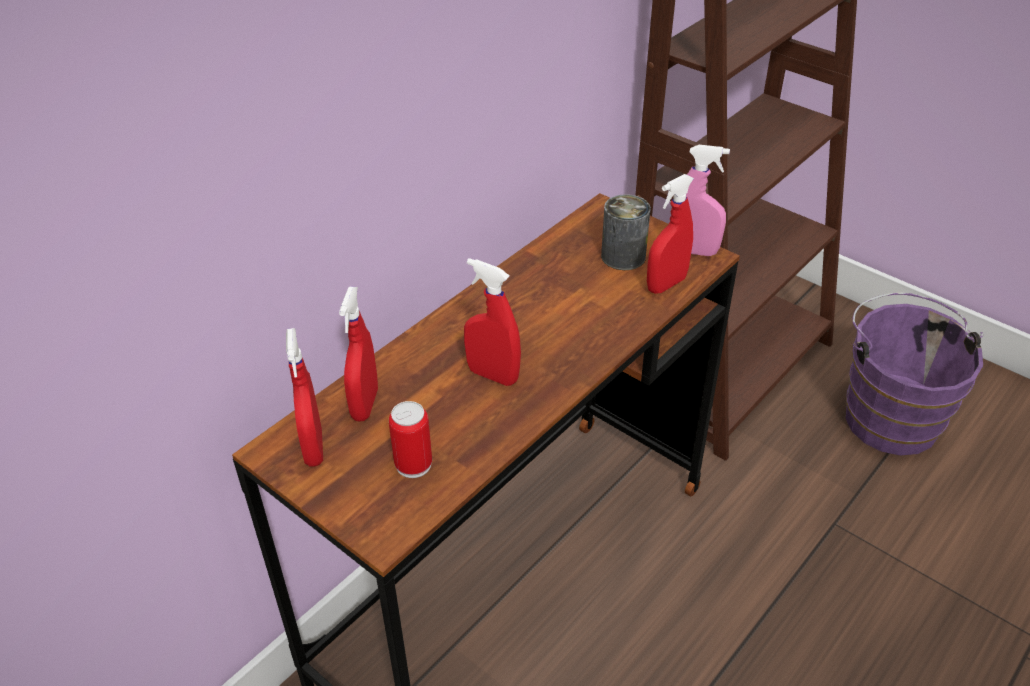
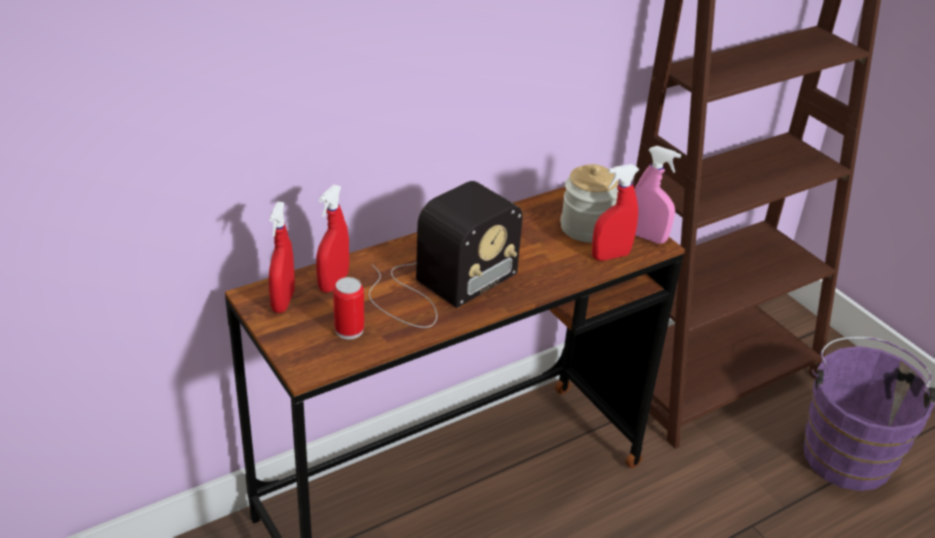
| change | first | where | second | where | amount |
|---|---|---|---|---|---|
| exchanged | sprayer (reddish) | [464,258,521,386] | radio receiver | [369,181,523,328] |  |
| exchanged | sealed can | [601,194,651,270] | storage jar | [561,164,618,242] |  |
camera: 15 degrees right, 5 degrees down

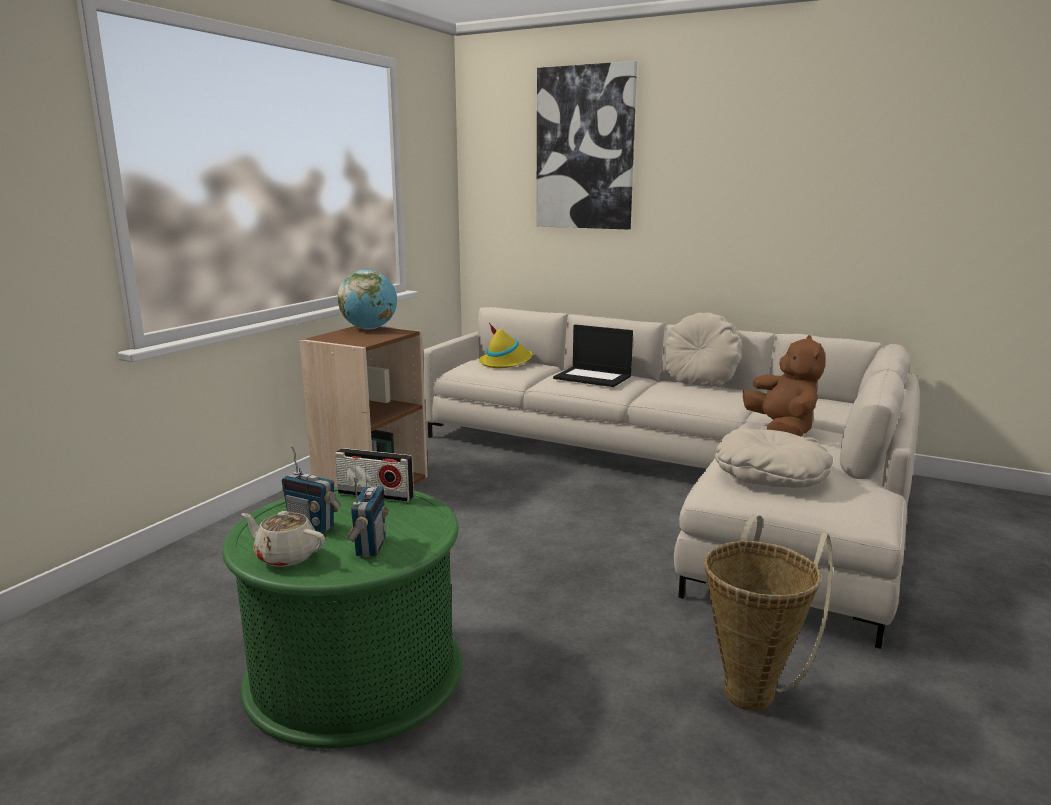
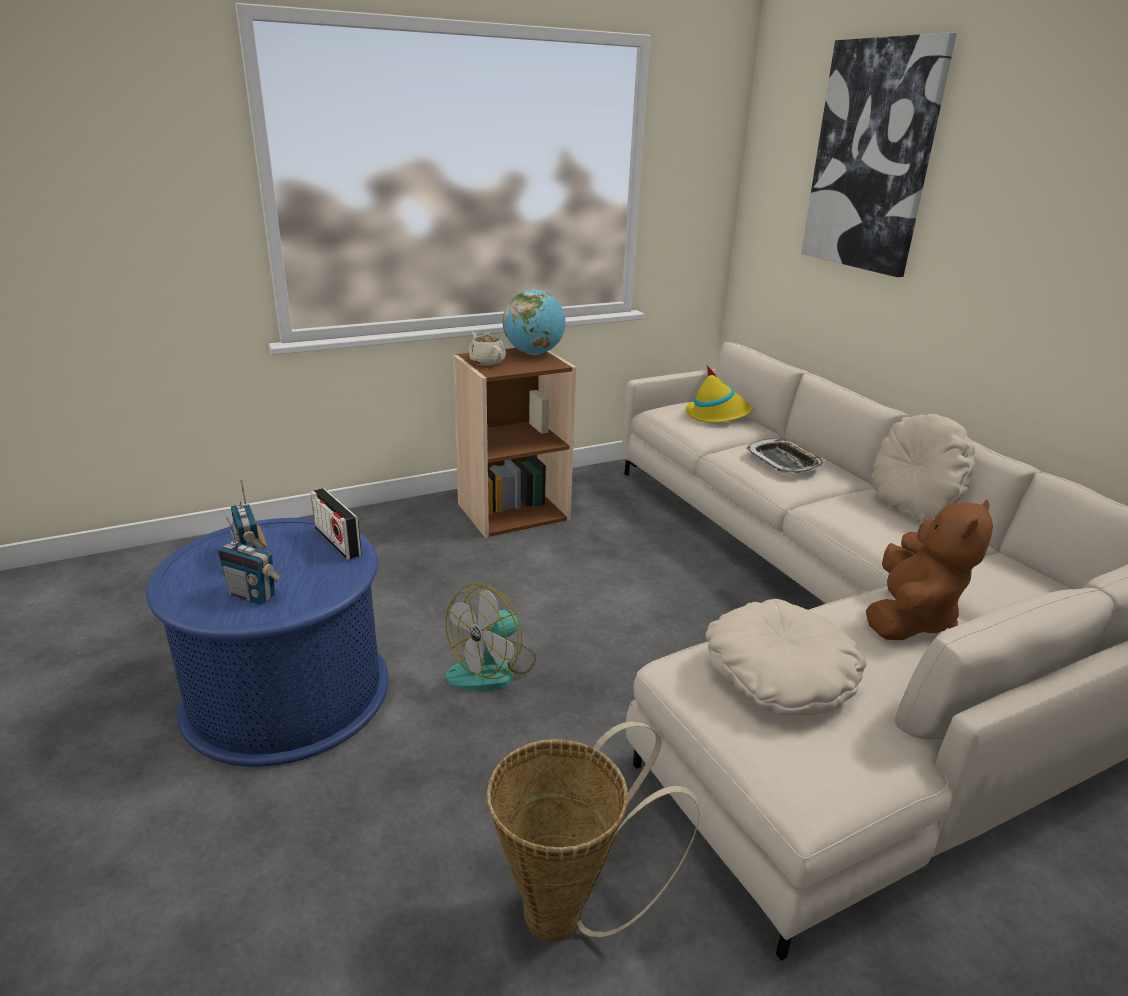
| change | first | where | second | where | amount |
|---|---|---|---|---|---|
| colour | lounge table (green-coloured) | [222,487,462,749] | lounge table (blue-coloured) | [146,518,389,767] |  |
| spun | radio receiver | [346,476,388,557] |  | [218,517,281,605] | 75 degrees clockwise |
| appeared |  |  | fan | [445,583,536,691] |  |
| relocated | pot for tea (beige-coloured) | [241,511,325,567] |  | [468,332,506,366] |  |
| exchanged | notebook computer | [553,324,633,387] | carrying tray | [746,438,825,474] |  |
camera: 35 degrees right, 10 degrees up

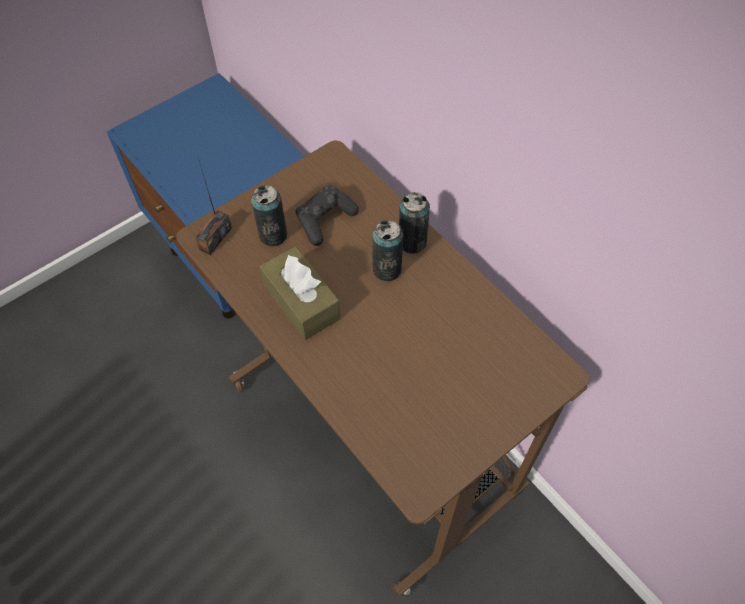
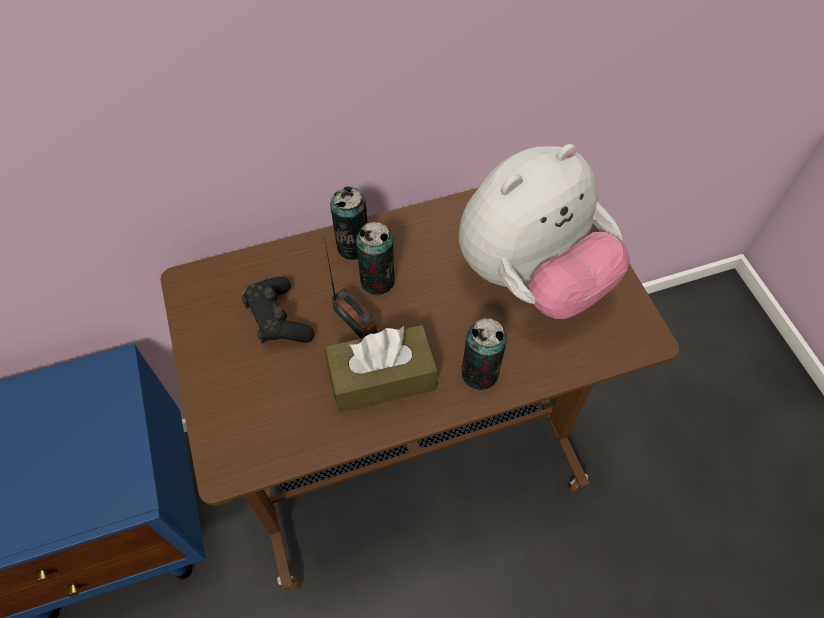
| change | first | where | second | where | amount |
|---|---|---|---|---|---|
| relocated | radio receiver | [195,158,232,255] |  | [324,236,377,338] |  |
| appeared |  |  | cuddly toy | [459,144,630,319] |  |
| relocated | sealed can | [251,185,287,246] |  | [462,318,507,390] |  |
camera: 70 degrees left, 0 degrees up

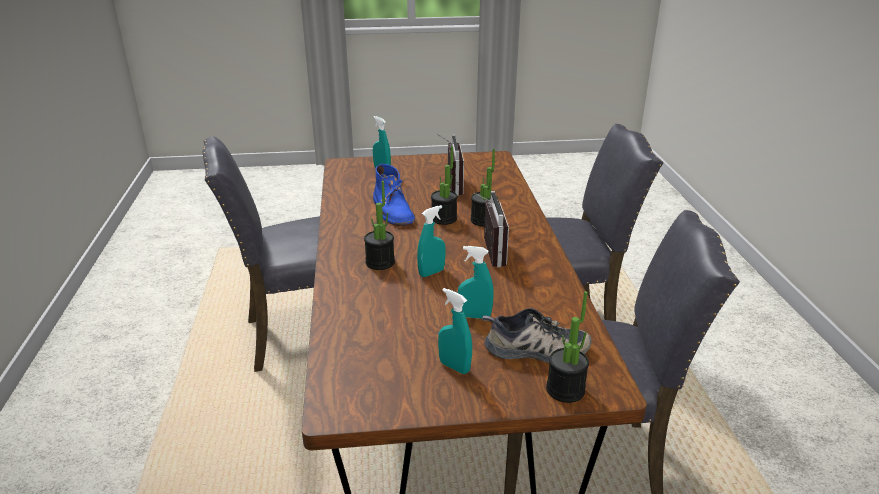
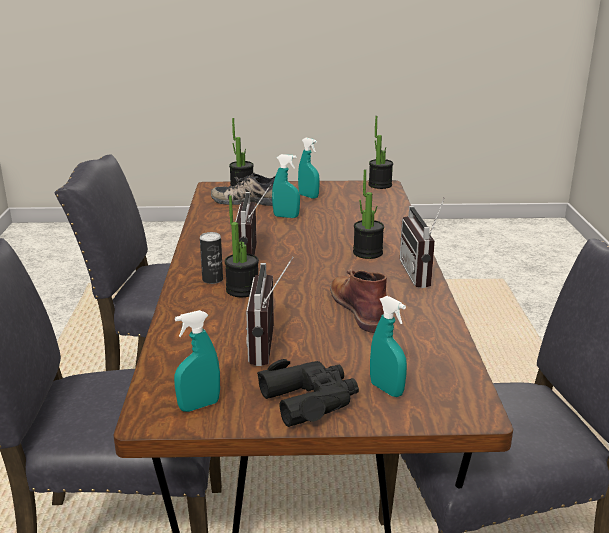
| change | first | where | second | where | amount |
|---|---|---|---|---|---|
| relocated | sprayer (blue-green) | [417,205,446,277] |  | [174,310,220,412] |  |
| appeared |  |  | sealed can | [200,232,223,284] |  |
| appeared |  |  | pair of binoculars (black) | [257,359,359,427] |  |
| colour | boot (blue-coloured) | [373,164,415,226] | boot (brown-coloured) | [330,269,387,333] |  |
| relocated | plant in a pot | [431,146,457,225] |  | [368,116,393,189] |  |
| appeared |  |  | radio receiver | [400,197,445,288] |  |
camera: 175 degrees left, 5 degrees down

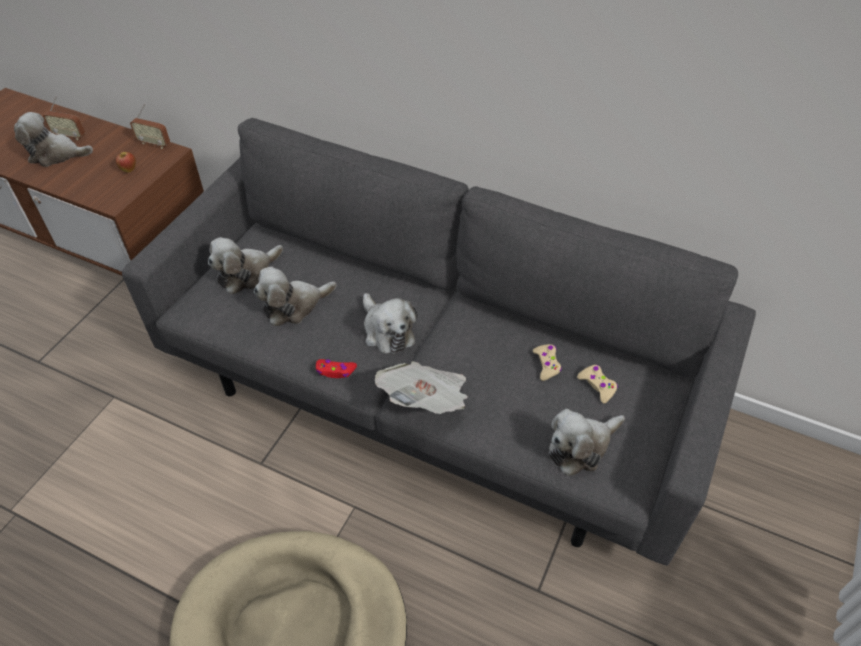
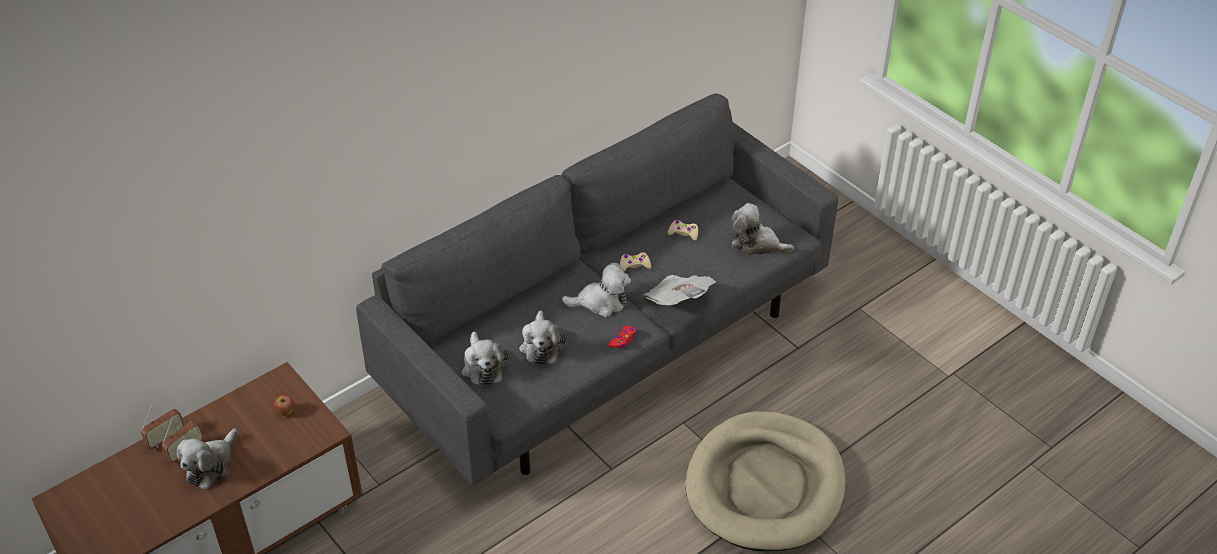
| change | first | where | second | where | amount |
|---|---|---|---|---|---|
| relocated | radio receiver | [130,103,170,149] |  | [141,403,185,449] |  |
| relocated | joypad (beige-coloured) | [577,365,618,403] |  | [620,252,651,272] |  |
| spun | cuddly toy | [548,409,625,476] |  | [732,203,794,255] | 120 degrees clockwise |
camera: 65 degrees left, 5 degrees down

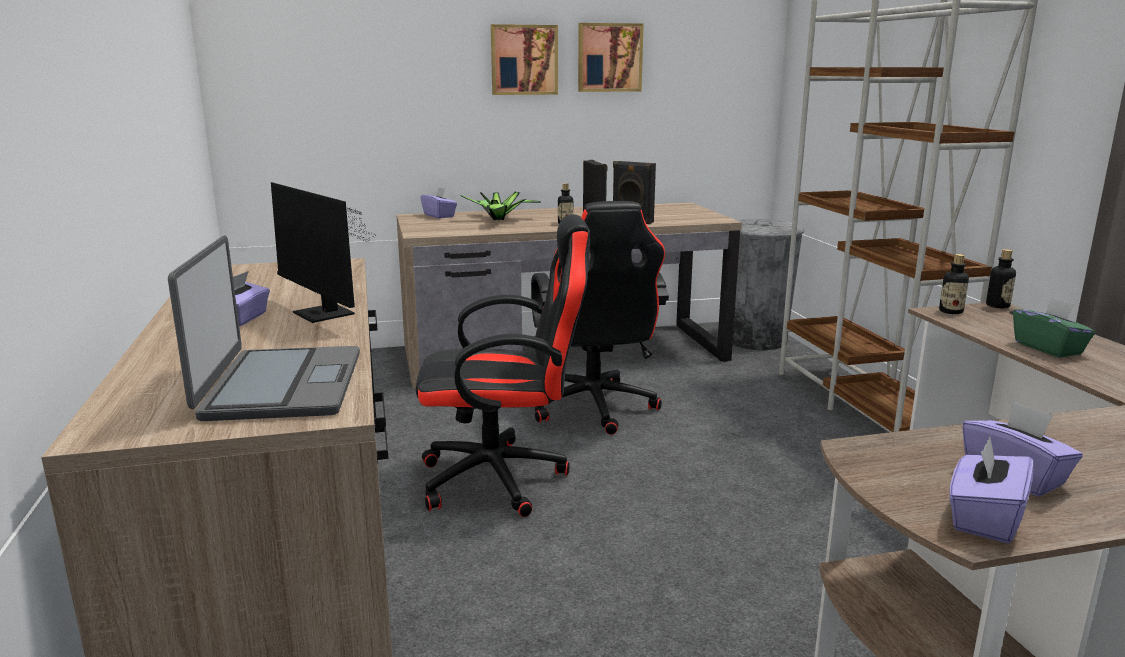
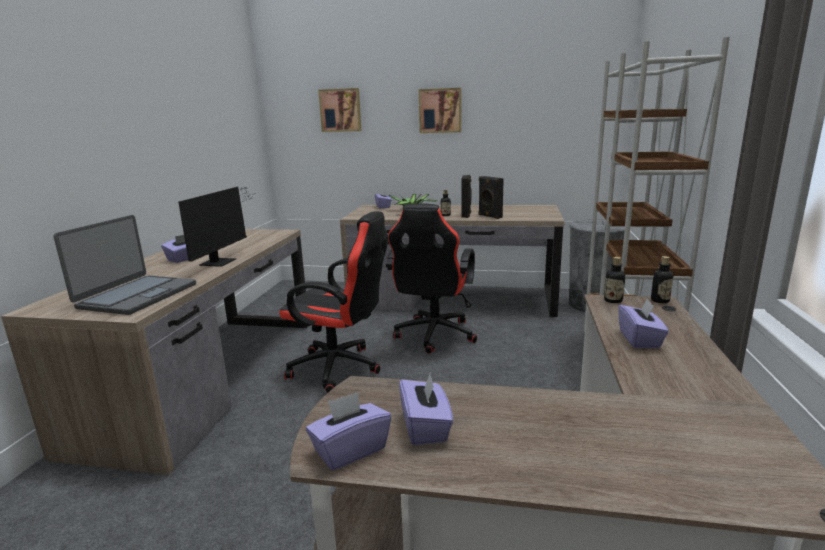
| change | first | where | second | where | amount |
|---|---|---|---|---|---|
| spun | computer screen | [271,182,376,323] |  | [178,187,255,267] | 150 degrees counterclockwise |
| relocated | wall art | [578,23,644,92] |  | [318,88,361,132] |  |
| colour | tissue holder (green-coloured) | [1013,297,1096,358] | tissue holder (purple-coloured) | [618,299,669,348] |  |
camera: 25 degrees right, 0 degrees up

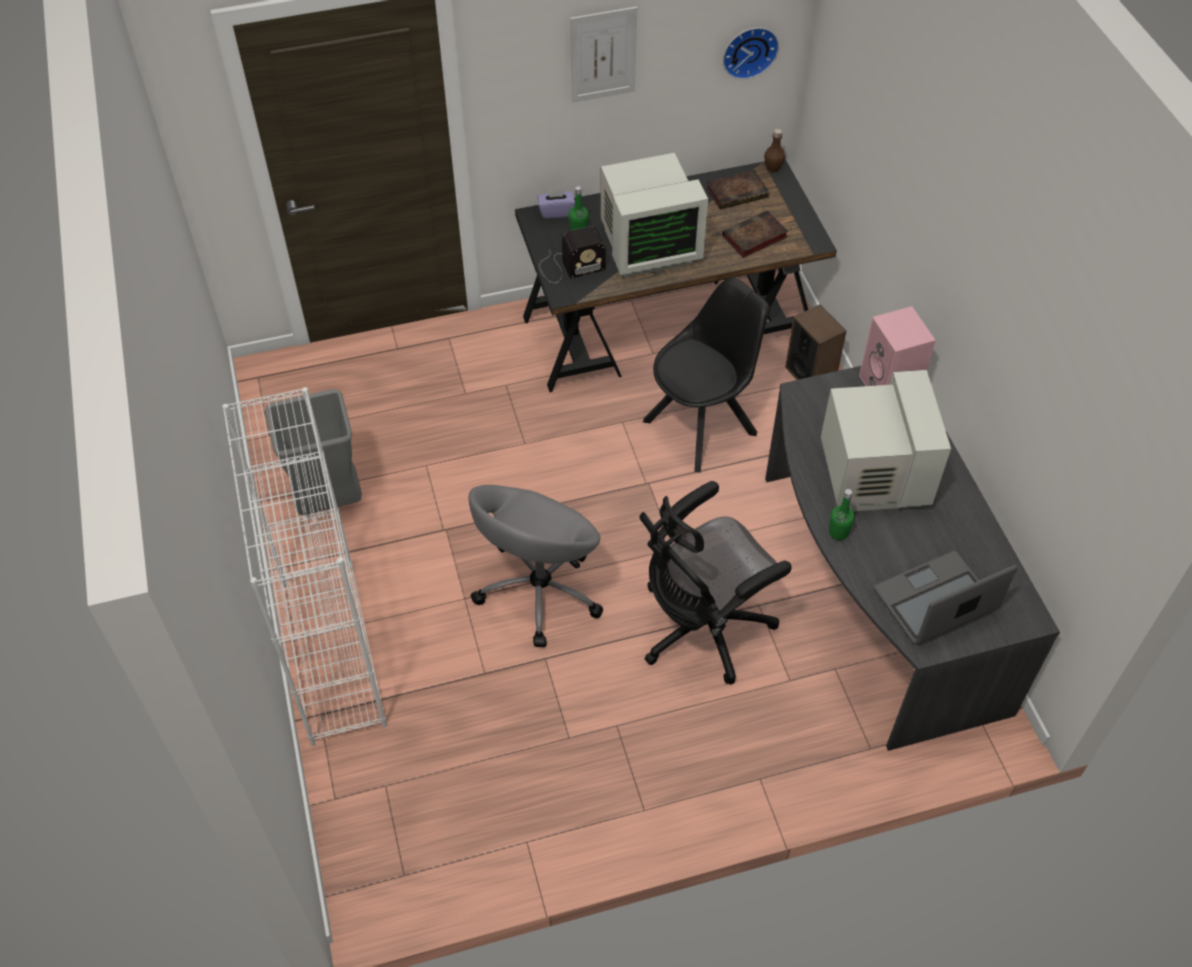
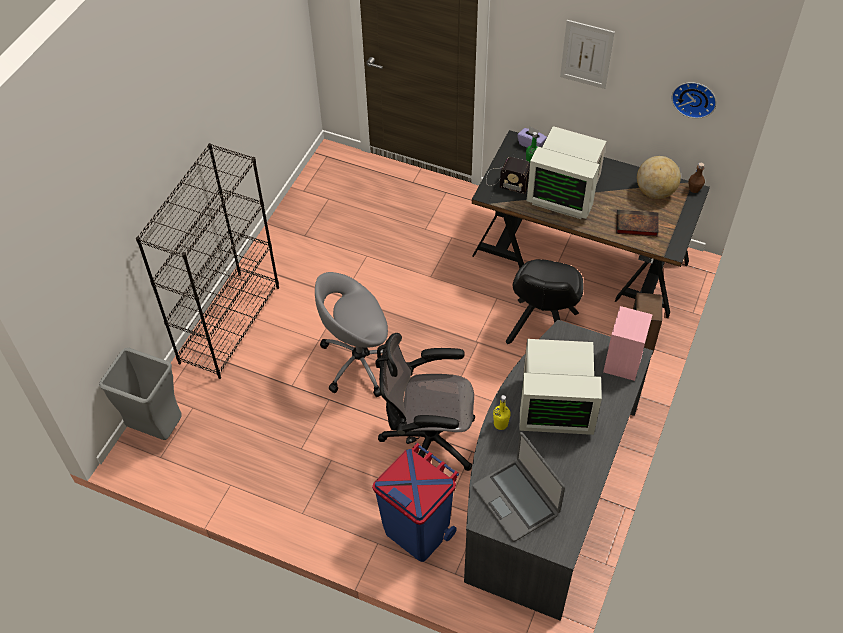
| change | first | where | second | where | amount |
|---|---|---|---|---|---|
| relocated | trash can (grey) | [265,389,362,515] |  | [99,348,182,440] |  |
| colour | shelving unit (white-coloured) | [222,387,387,746] | shelving unit (black) | [136,143,279,379] |  |
| appeared |  |  | trash can (blue-coloured) | [372,443,459,562] |  |
| spun | notebook computer | [874,551,1018,645] |  | [473,432,565,542] | 135 degrees counterclockwise |
| colour | bottle (green-coloured) | [829,489,855,540] | bottle (yellowish) | [493,395,511,430] |  |
| spun | chair (black) | [643,278,770,473] |  | [505,259,584,344] | 105 degrees clockwise |
| spun | computer screen | [821,370,951,511] |  | [519,339,602,435] | 60 degrees clockwise |
| exchanged | volume | [706,170,769,209] | world globe | [637,156,681,199] |  |
camera: 40 degrees right, 0 degrees up

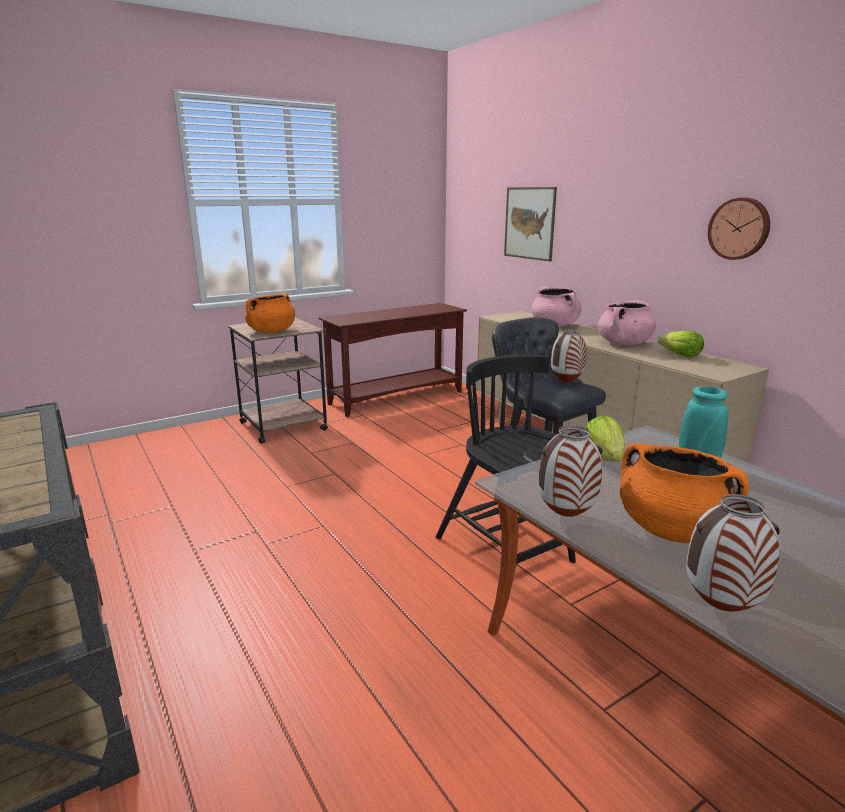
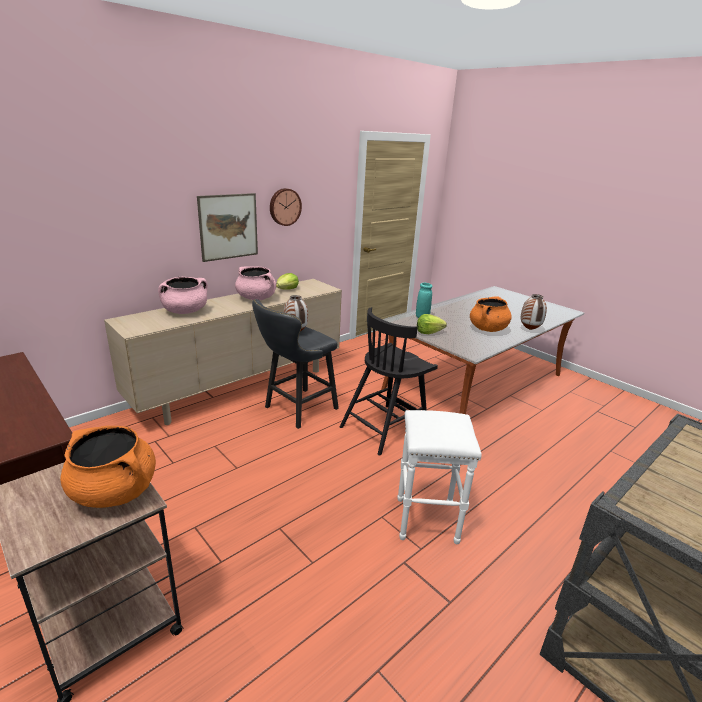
| change | first | where | second | where | amount |
|---|---|---|---|---|---|
| relocated | wall art | [504,187,557,261] |  | [197,193,258,262] |  |
| appeared |  |  | stool (white-coloured) | [397,410,482,544] |  |
| missing | decorative vase | [539,425,603,517] |  |  |  |
camera: 100 degrees left, 5 degrees up

